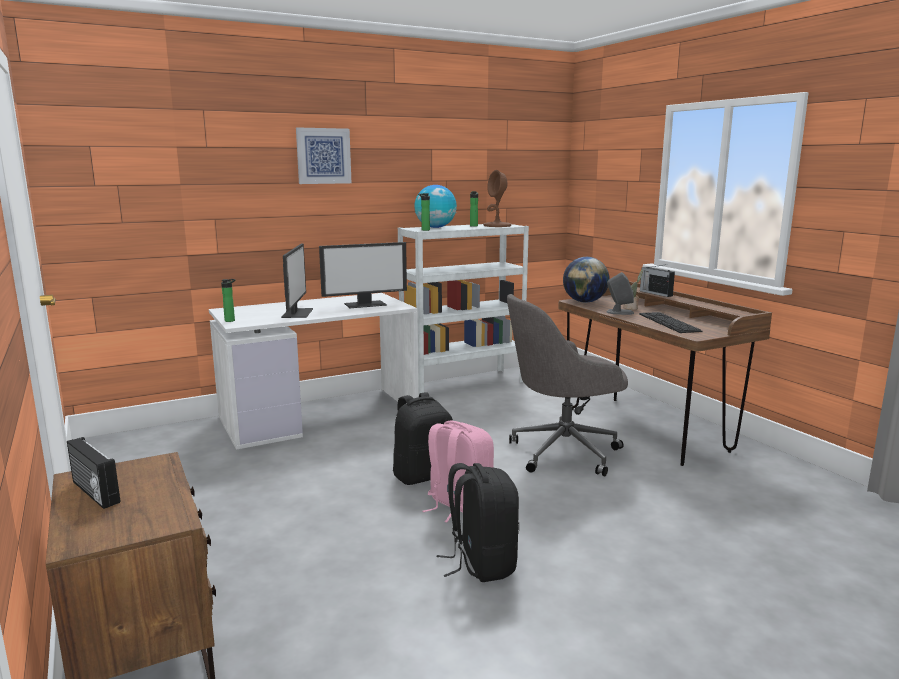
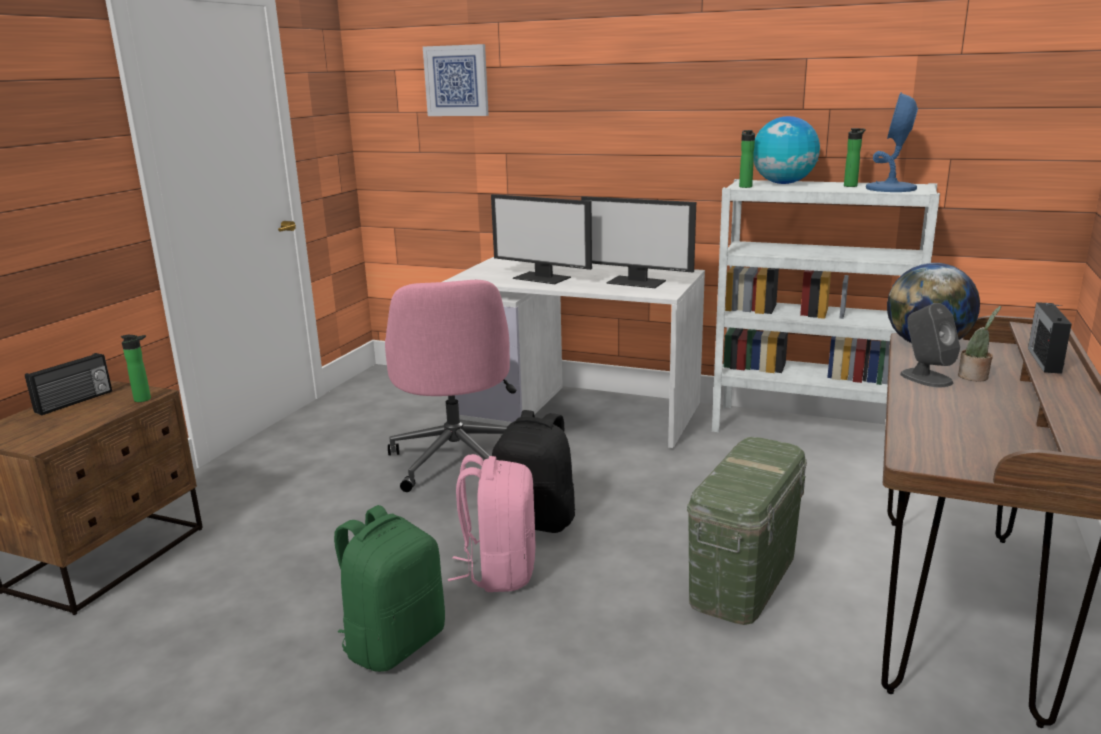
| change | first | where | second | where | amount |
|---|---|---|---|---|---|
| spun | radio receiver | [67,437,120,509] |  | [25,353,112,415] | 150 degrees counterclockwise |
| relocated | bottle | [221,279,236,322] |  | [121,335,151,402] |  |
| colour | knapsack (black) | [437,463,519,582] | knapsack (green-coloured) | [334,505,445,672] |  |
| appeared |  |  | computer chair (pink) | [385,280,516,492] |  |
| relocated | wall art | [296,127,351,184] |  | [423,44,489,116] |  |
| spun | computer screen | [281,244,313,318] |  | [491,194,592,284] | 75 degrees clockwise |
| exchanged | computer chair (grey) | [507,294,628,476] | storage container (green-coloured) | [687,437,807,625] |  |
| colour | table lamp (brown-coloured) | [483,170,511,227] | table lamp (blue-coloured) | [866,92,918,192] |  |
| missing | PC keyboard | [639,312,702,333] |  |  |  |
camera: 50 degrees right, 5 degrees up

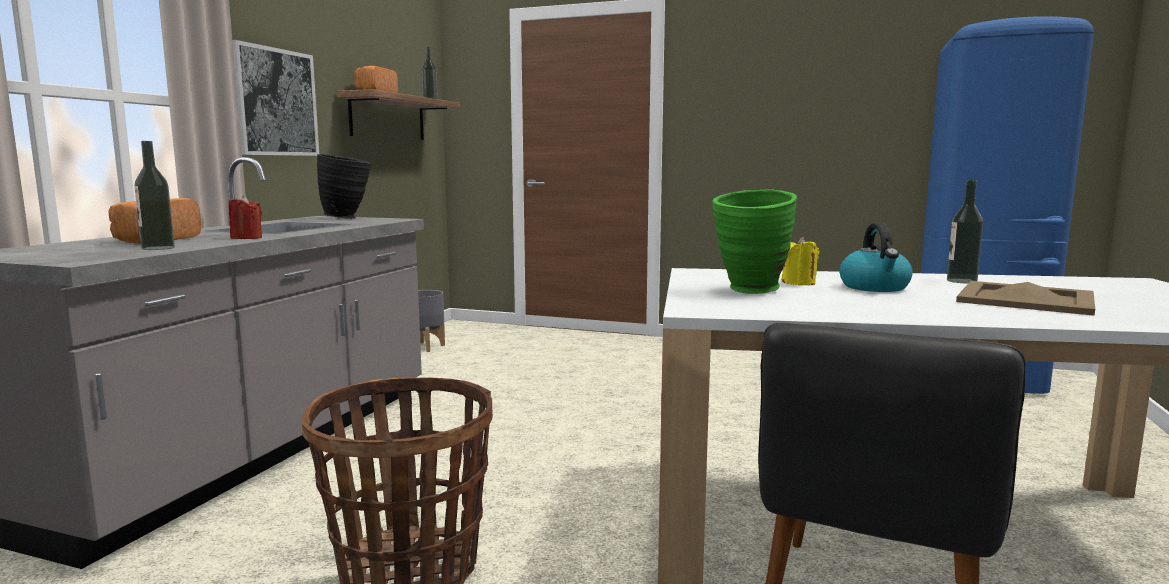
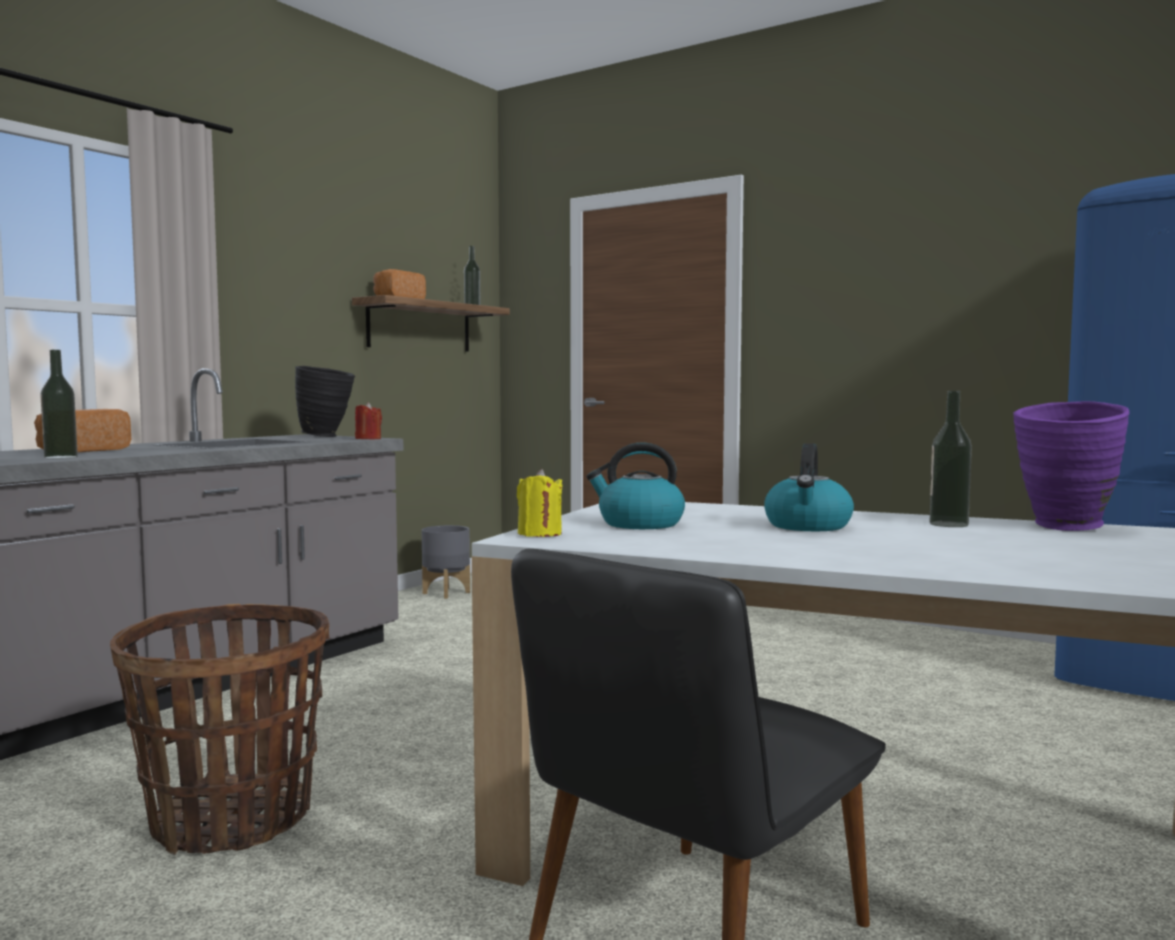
| change | first | where | second | where | amount |
|---|---|---|---|---|---|
| relocated | wax light (reddish) | [229,195,262,239] |  | [355,402,382,440] |  |
| relocated | wax light (yellowish) | [781,237,819,285] |  | [517,469,563,537] |  |
| exchanged | decorative vase (green-coloured) | [712,189,797,294] | tea kettle | [586,442,685,529] |  |
| appeared |  |  | decorative vase (purple-coloured) | [1013,401,1130,531] |  |
| missing | wall art | [232,40,319,156] |  |  |  |
| missing | carrying tray (beige-coloured) | [956,281,1095,316] |  |  |  |
camera: 15 degrees right, 5 degrees down

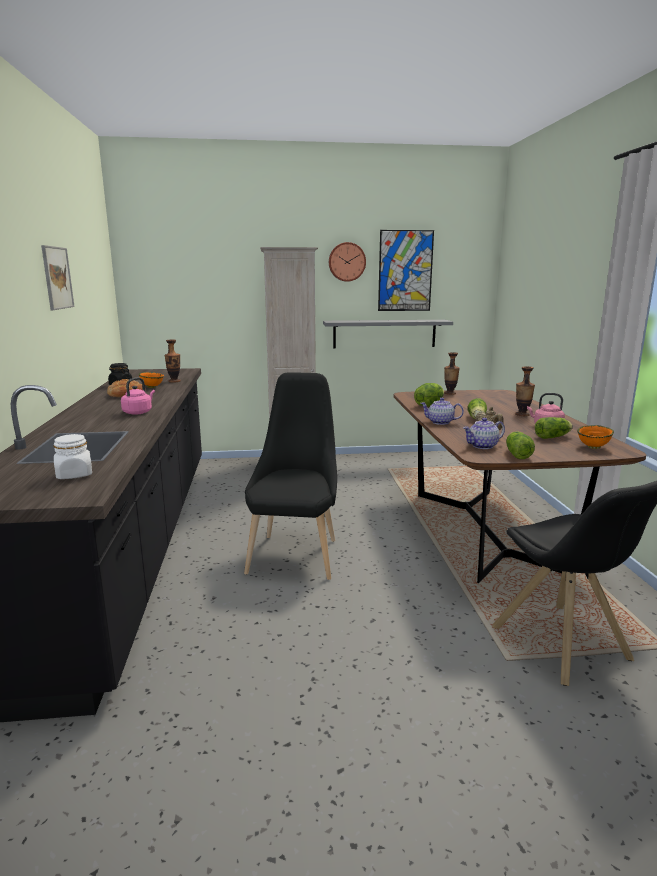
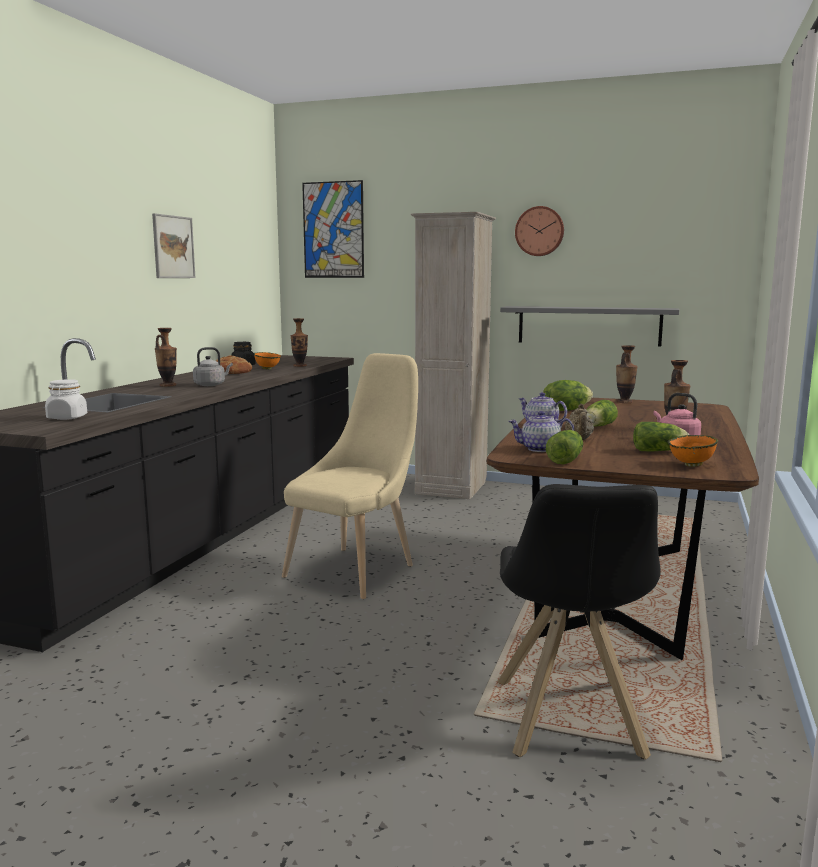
| change | first | where | second | where | amount |
|---|---|---|---|---|---|
| appeared |  |  | decorative vase | [155,328,177,387] |  |
| colour | tea kettle (pink) | [121,377,155,415] | tea kettle (grey) | [193,347,233,386] |  |
| colour | chair (black) | [244,372,337,580] | chair (beige-coloured) | [282,353,418,599] |  |
| relocated | wall art | [378,230,434,311] |  | [302,180,364,278] |  |
camera: 25 degrees right, 5 degrees down

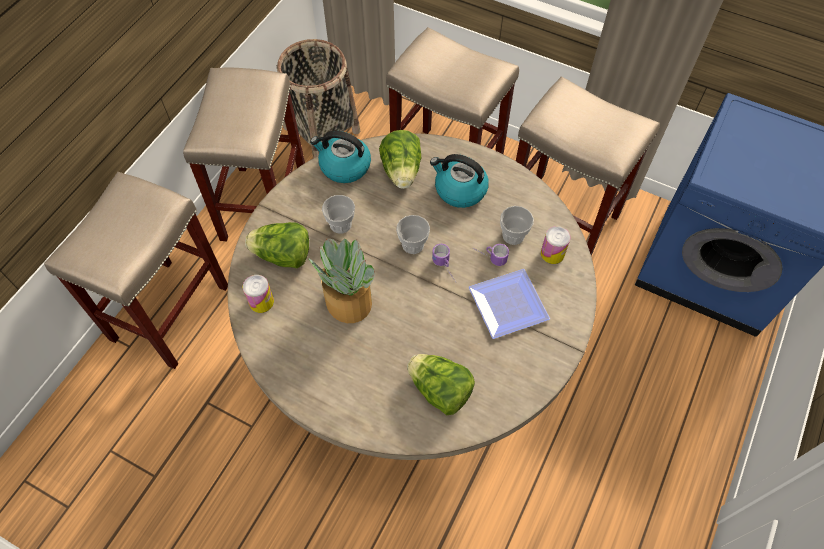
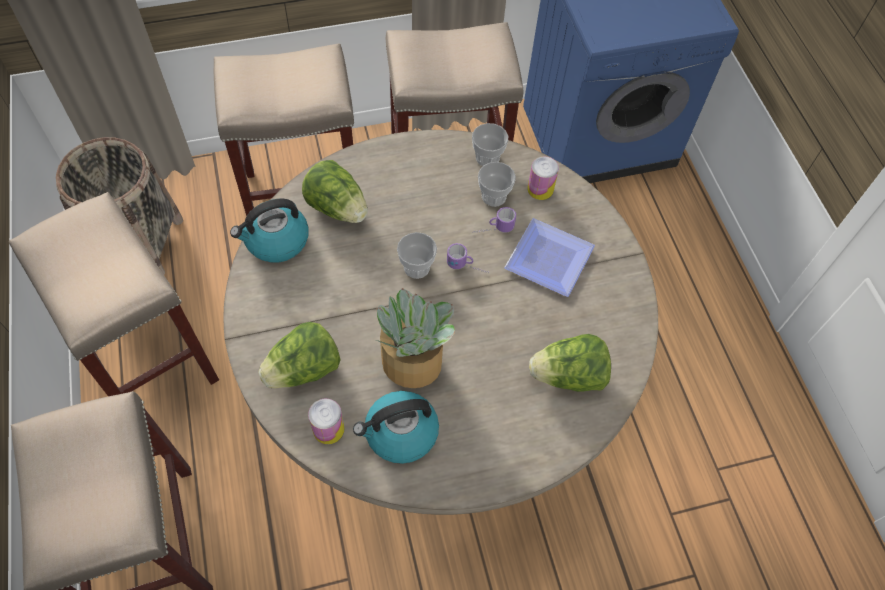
| change | first | where | second | where | amount |
|---|---|---|---|---|---|
| relocated | tea kettle | [430,154,489,208] |  | [353,391,439,464] |  |
| relocated | small cup | [322,195,355,234] |  | [472,123,508,166] |  |
camera: 45 degrees left, 0 degrees up

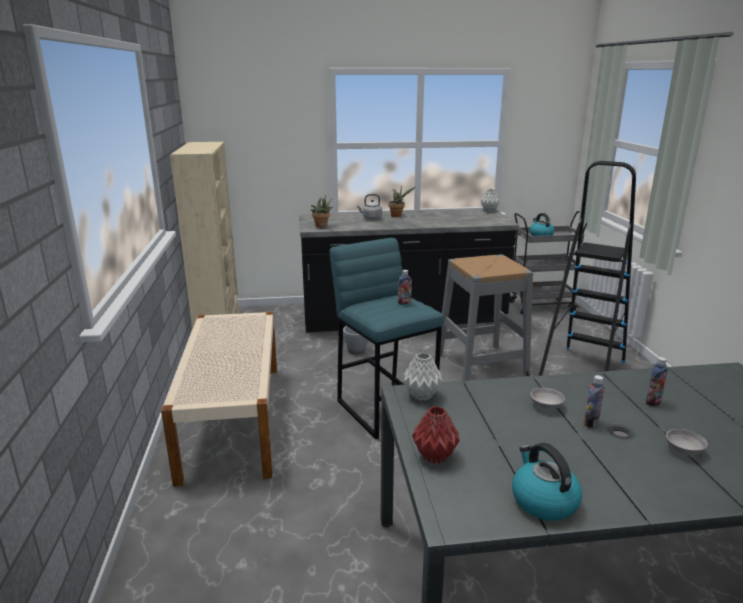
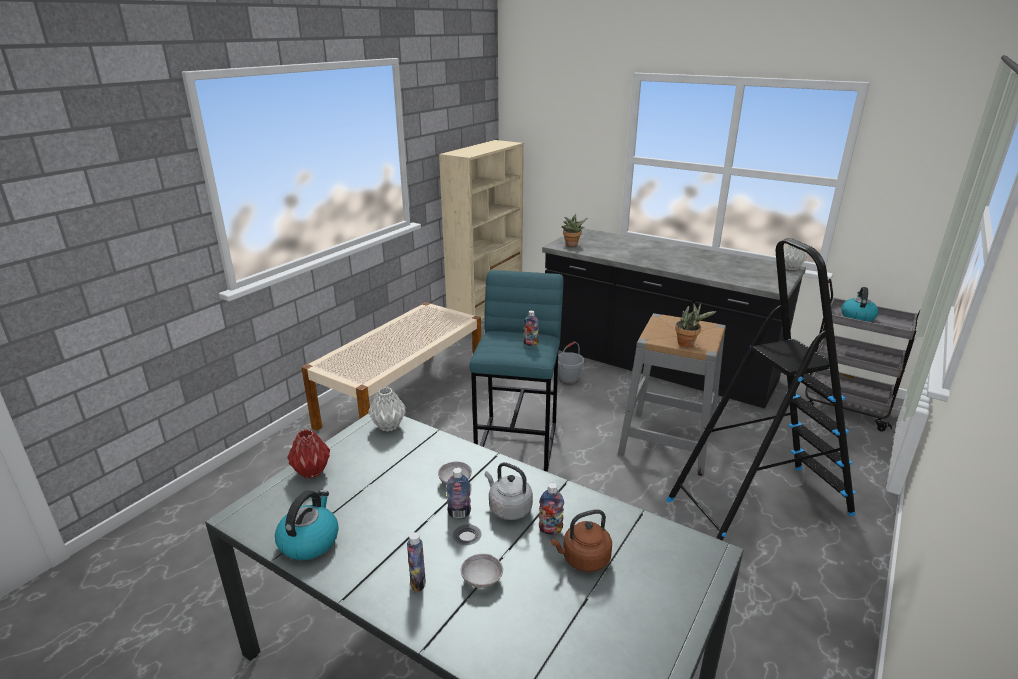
| change | first | where | second | where | amount |
|---|---|---|---|---|---|
| appeared |  |  | bottle | [407,532,426,592] |  |
| relocated | tea kettle (grey) | [357,194,382,220] |  | [485,462,533,520] |  |
| appeared |  |  | tea kettle (brown-coloured) | [550,509,612,572] |  |
| relocated | plant in a pot | [388,185,416,217] |  | [675,303,716,347] |  |
camera: 40 degrees right, 5 degrees up

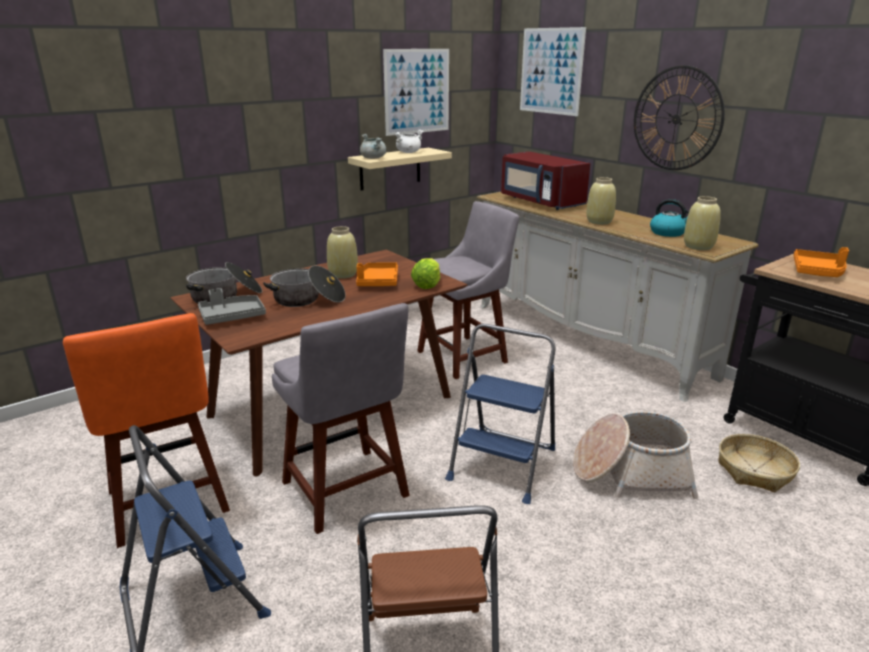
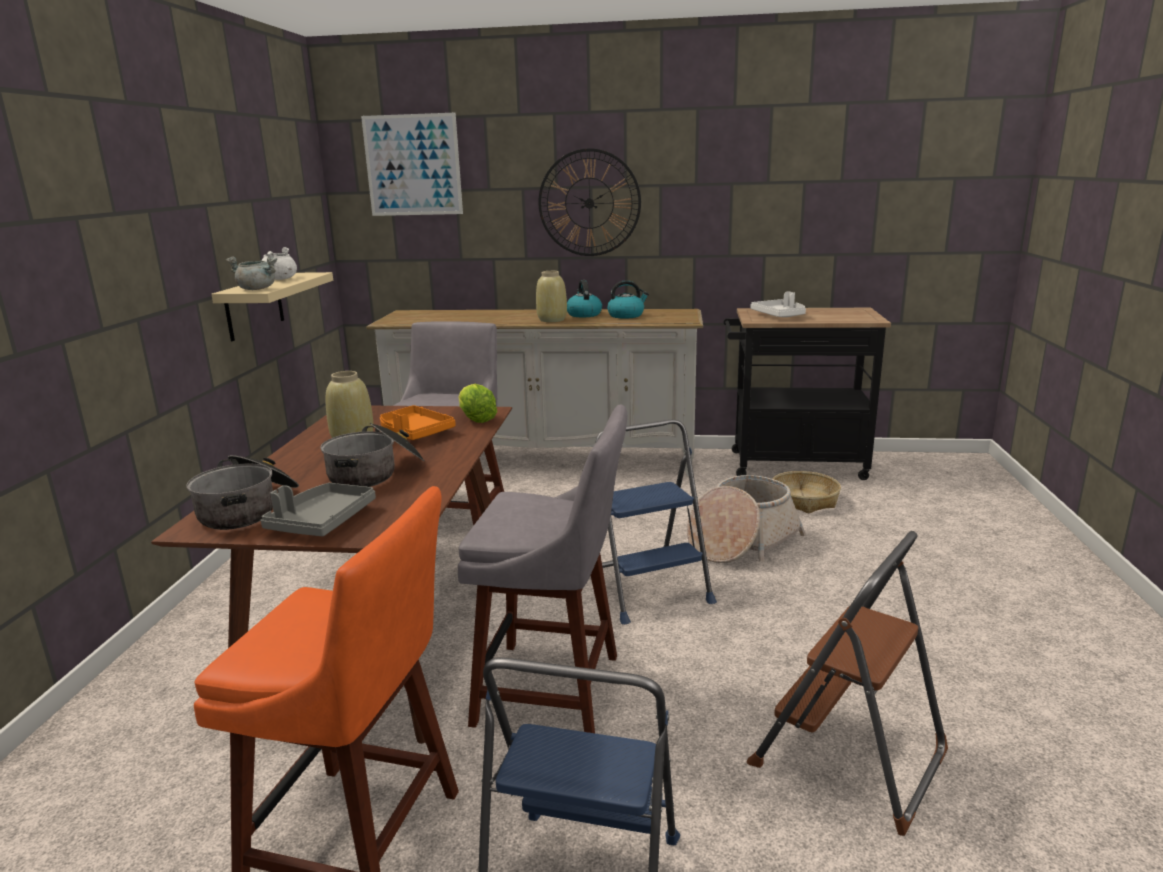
| change | first | where | second | where | amount |
|---|---|---|---|---|---|
| appeared |  |  | tea kettle | [567,280,602,317] |  |
| colour | carrying tray (orange-coloured) | [794,247,849,277] | carrying tray (white-coloured) | [751,291,806,317] |  |
| missing | wall art | [383,49,449,136] |  |  |  |
| missing | microwave oven (reddish) | [501,151,590,210] |  |  |  |
| missing | decorative vase (beige-coloured) | [684,196,721,250] |  |  |  |
camera: 45 degrees left, 5 degrees down

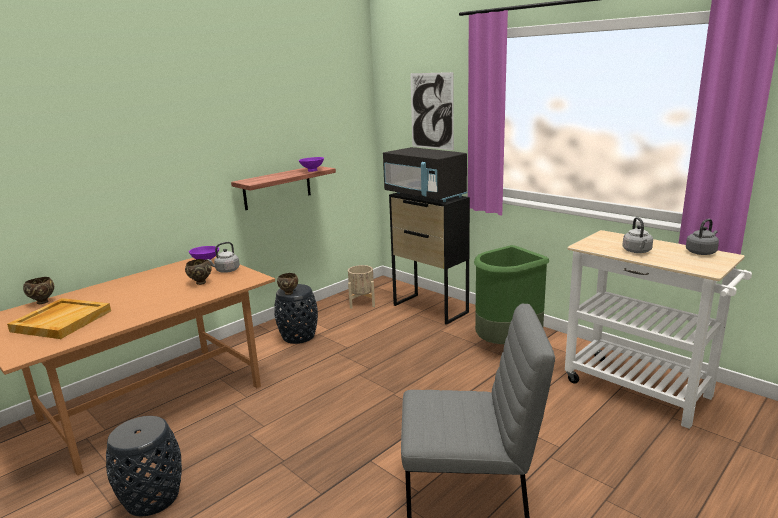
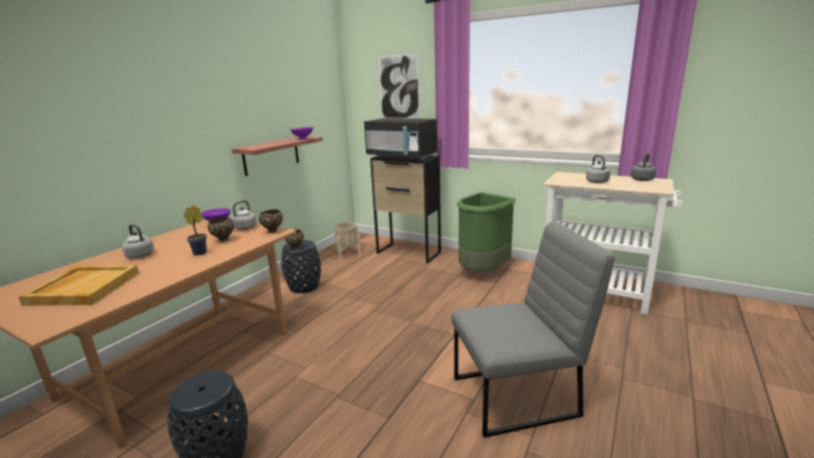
| change | first | where | second | where | amount |
|---|---|---|---|---|---|
| appeared |  |  | tea kettle (grey) | [122,224,154,259] |  |
| appeared |  |  | plant in a pot | [184,205,207,256] |  |
| relocated | deep dish (brown-coloured) | [23,277,54,304] |  | [259,209,283,233] |  |
camera: 15 degrees left, 0 degrees up

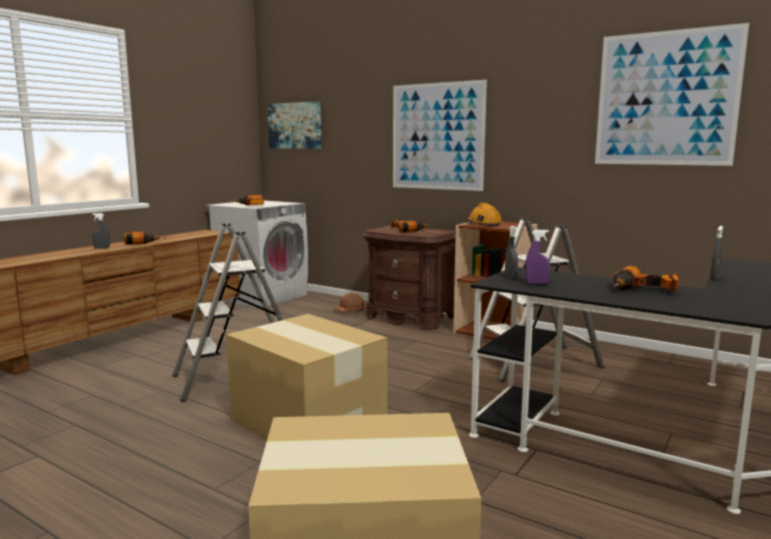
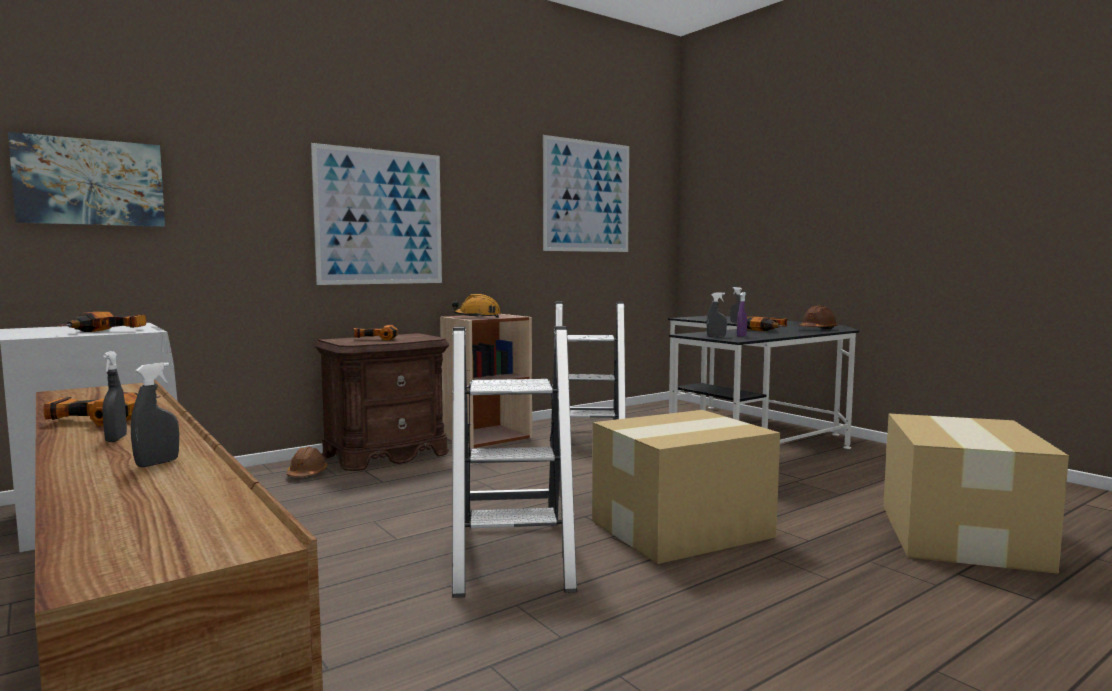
| change | first | where | second | where | amount |
|---|---|---|---|---|---|
| appeared |  |  | sprayer (grey) | [131,362,179,467] |  |
| appeared |  |  | safety helmet (brown-coloured) | [798,305,838,330] |  |
camera: 70 degrees left, 5 degrees down

